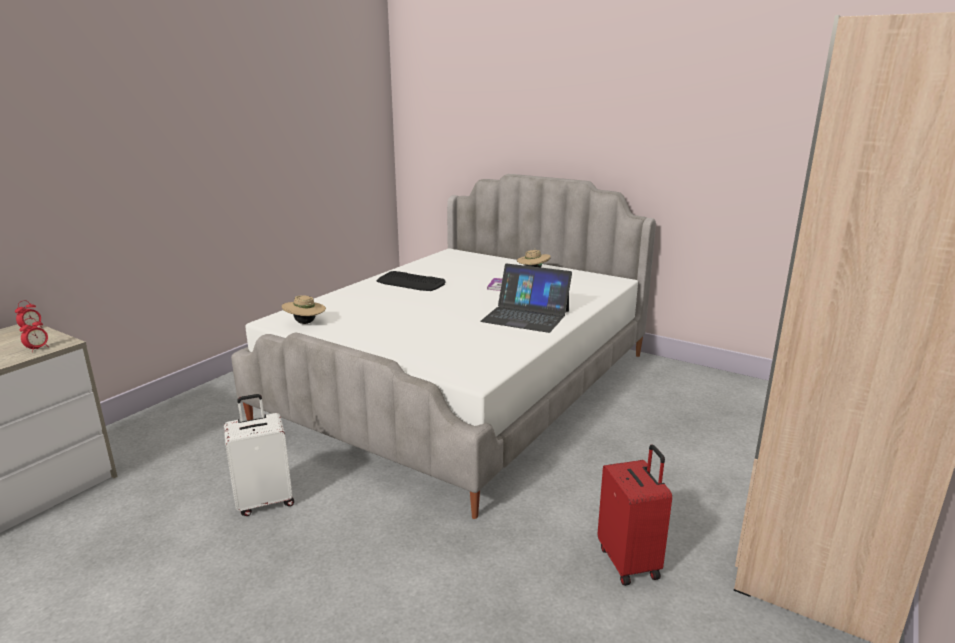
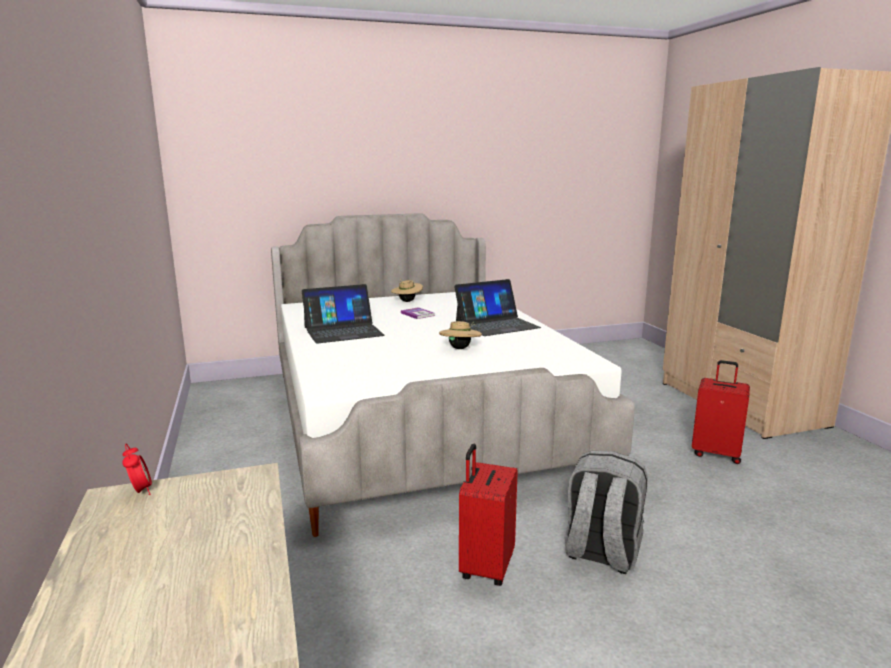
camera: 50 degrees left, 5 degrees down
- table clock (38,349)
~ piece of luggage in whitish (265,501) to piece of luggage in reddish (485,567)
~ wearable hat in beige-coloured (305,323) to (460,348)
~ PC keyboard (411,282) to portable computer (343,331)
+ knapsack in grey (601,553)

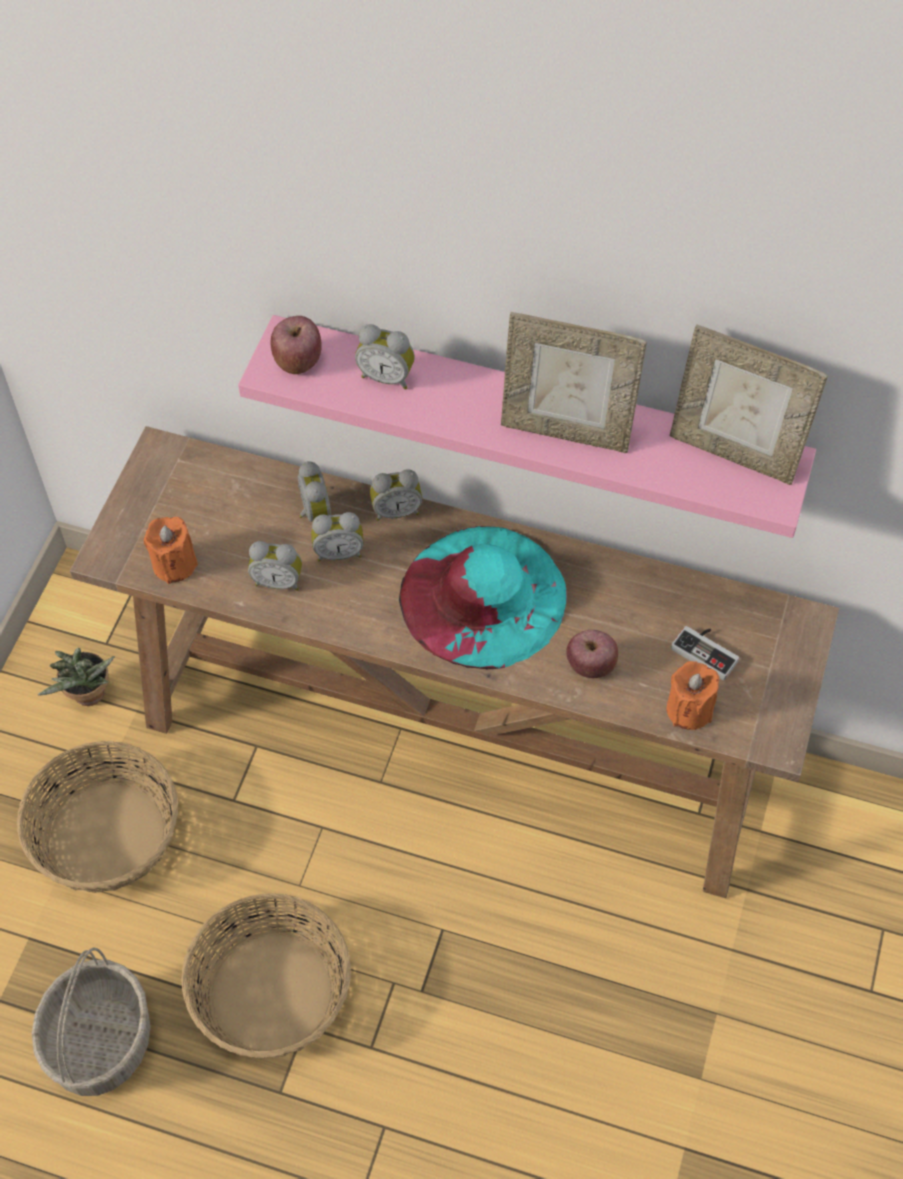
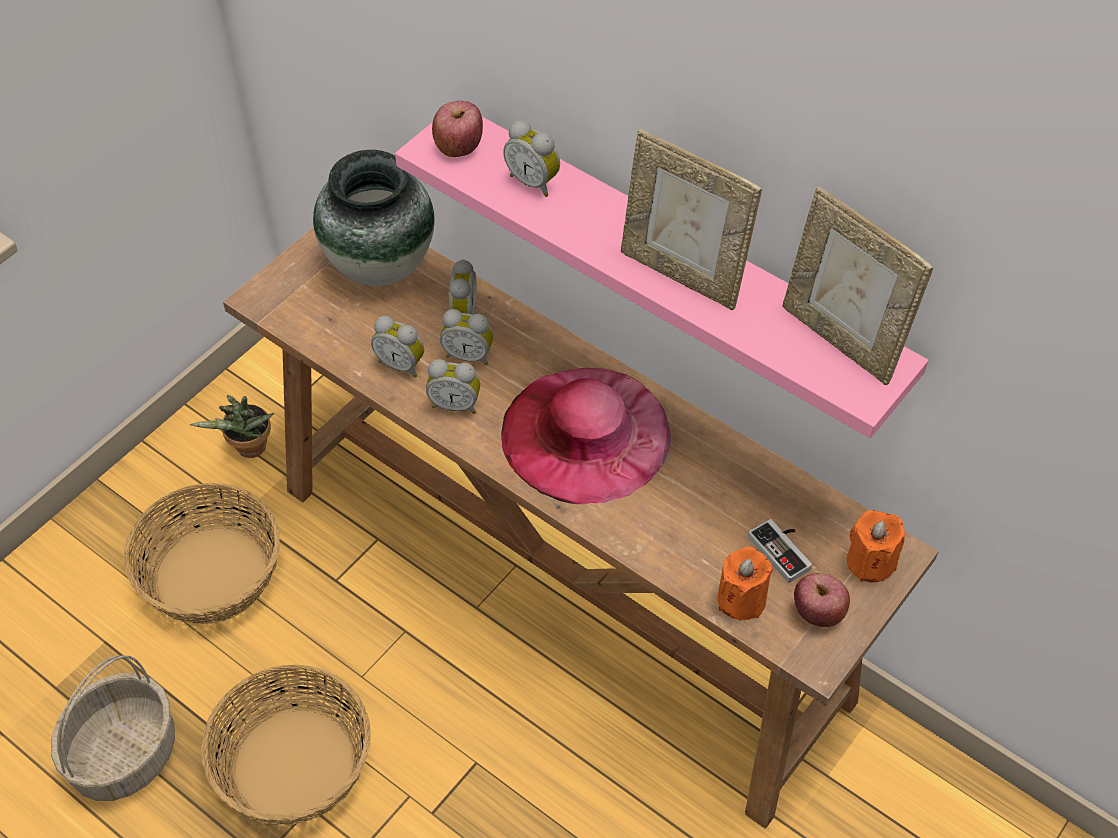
camera: 20 degrees right, 5 degrees down
~ wax light in orangey (174,564) to (870,562)
~ table clock (396,510) to (455,404)
~ wearable hat in turquoise (483,596) to wearable hat in pink-coloured (586,434)
~ whole apple (591,666) to (818,613)
+ decorative vase (380,265)

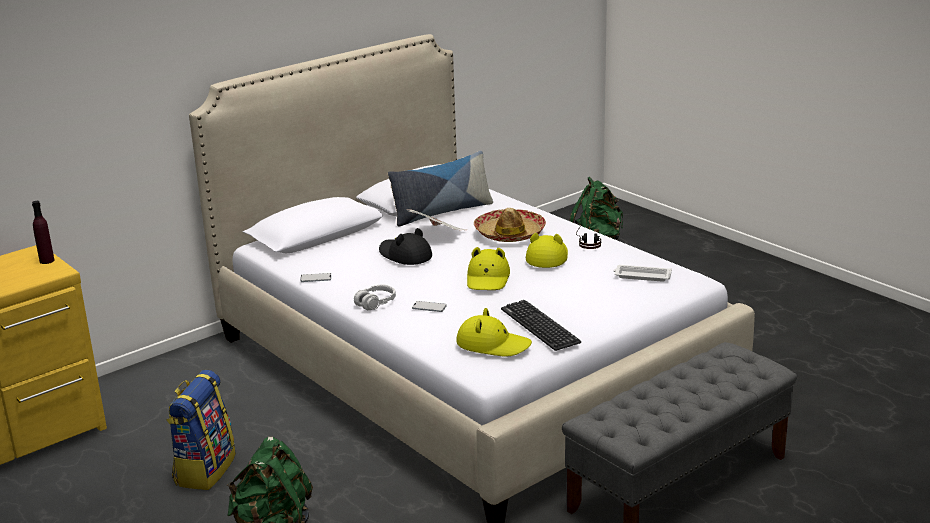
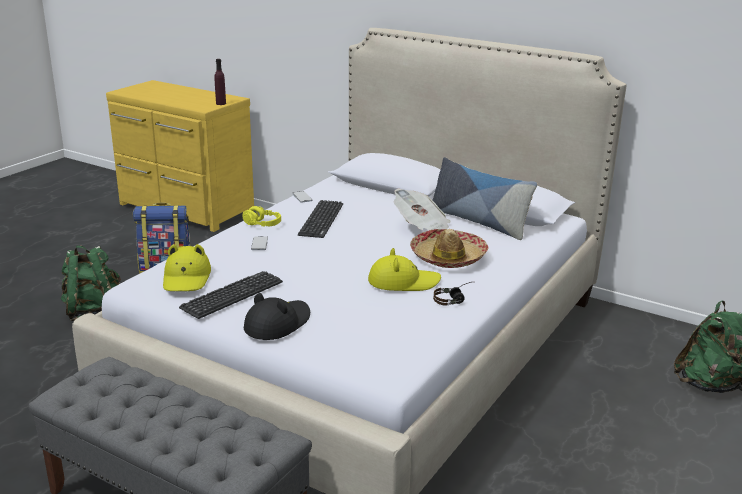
camera: 70 degrees right, 0 degrees up
~ headphones in grey (375,303) to headphones in yellow (262,224)
~ wearable hat in black-coloured (405,255) to (277,323)
- wearable hat in yellow (488,279)
- tray in whitish (641,276)
+ PC keyboard (321,219)

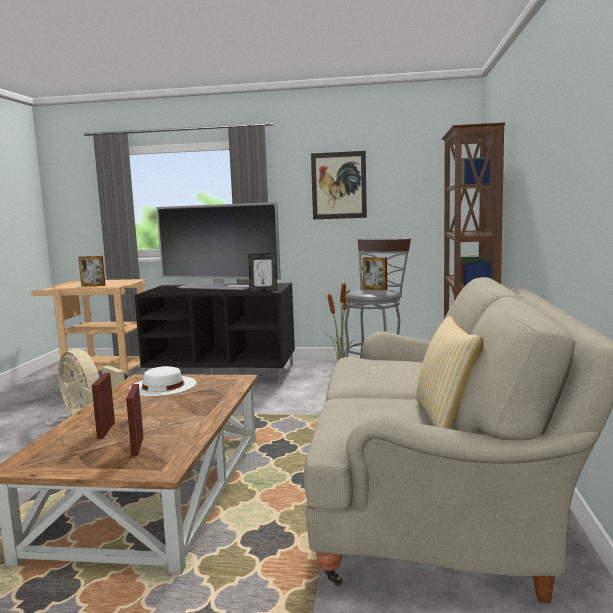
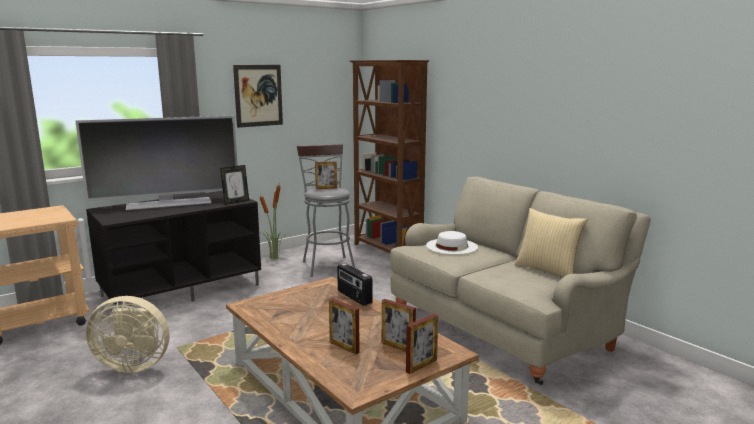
camera: 45 degrees left, 5 degrees up
~ photo frame (93,286) to (421,366)
~ wearable hat in whitish (163,385) to (451,246)
+ radio (354,297)

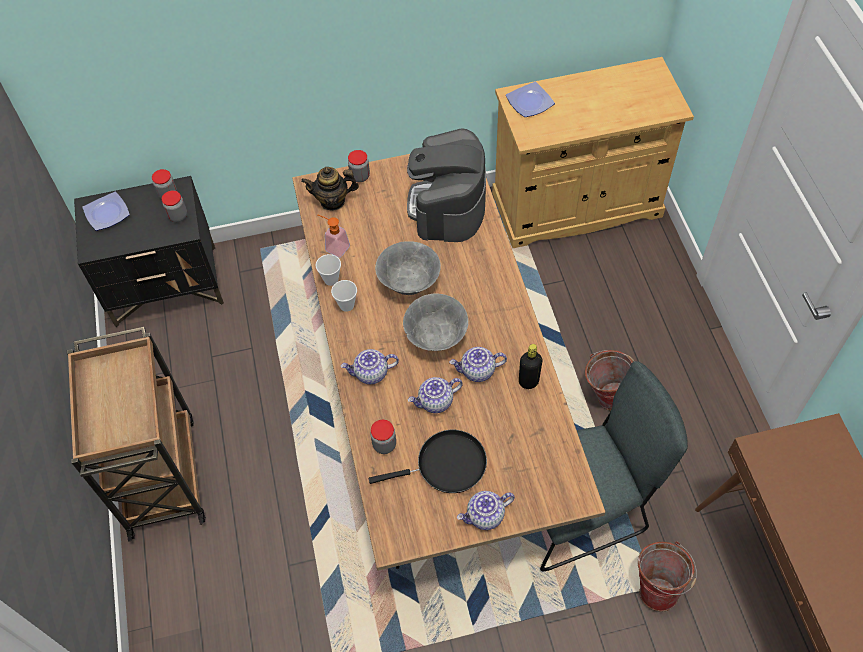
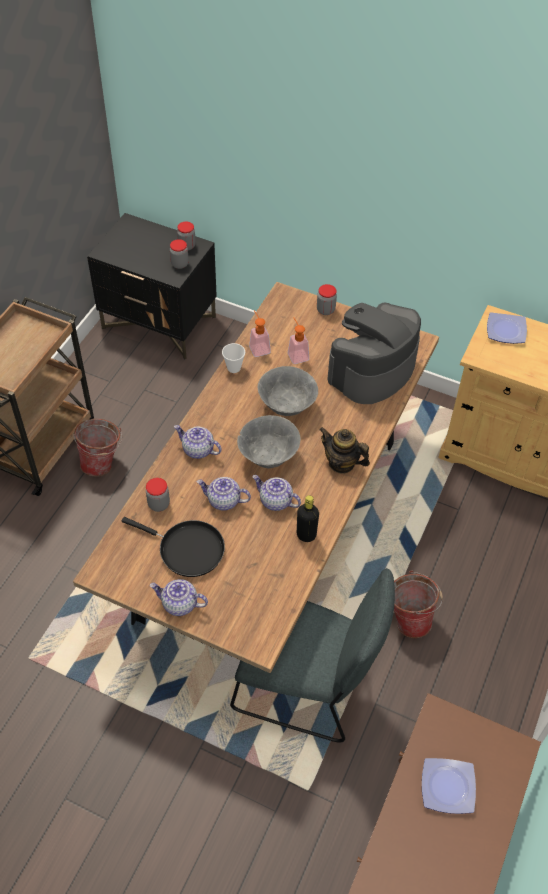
camera: 35 degrees right, 5 degrees down
~ dinner plate (107,214) to (446,788)
~ pot for tea (333,201) to (341,463)
- drinking cup (346,305)
~ pail (658,585) to (103,463)
+ liquid soap bottle (296,354)

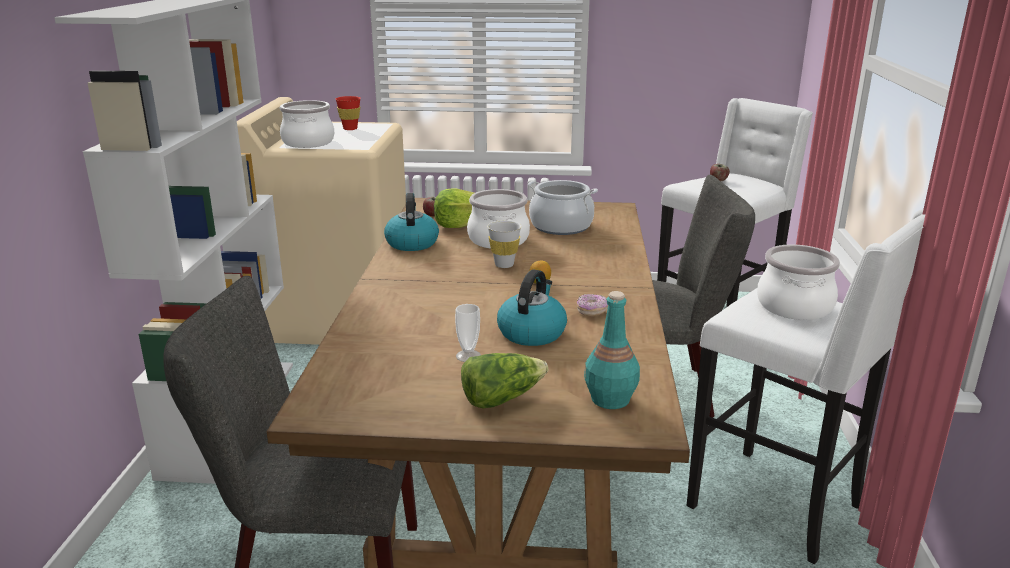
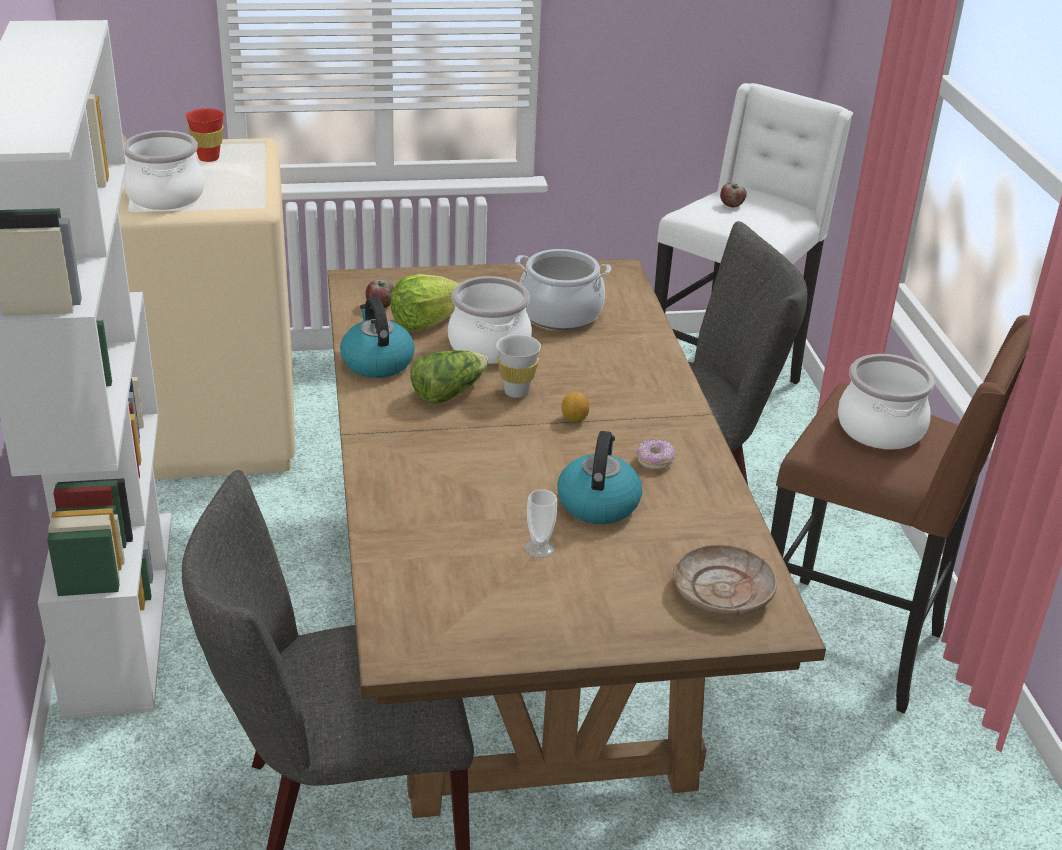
camera: 15 degrees left, 10 degrees up
~ lettuce head (501,398) to (448,392)
~ drink bottle in turquoise (610,399) to dinner plate in beige-coloured (723,592)
~ stool in whitish (779,507) to stool in brownish (853,646)

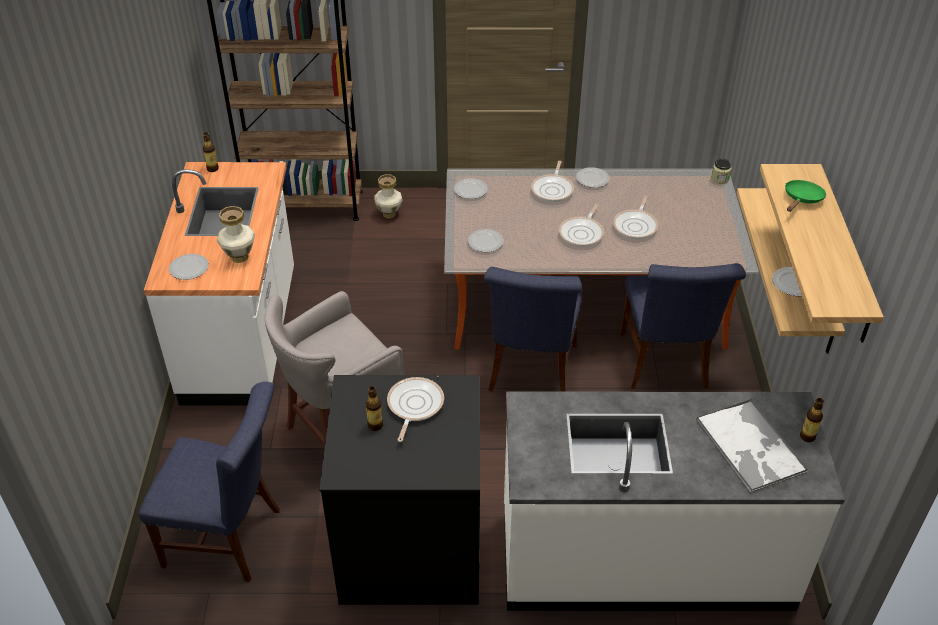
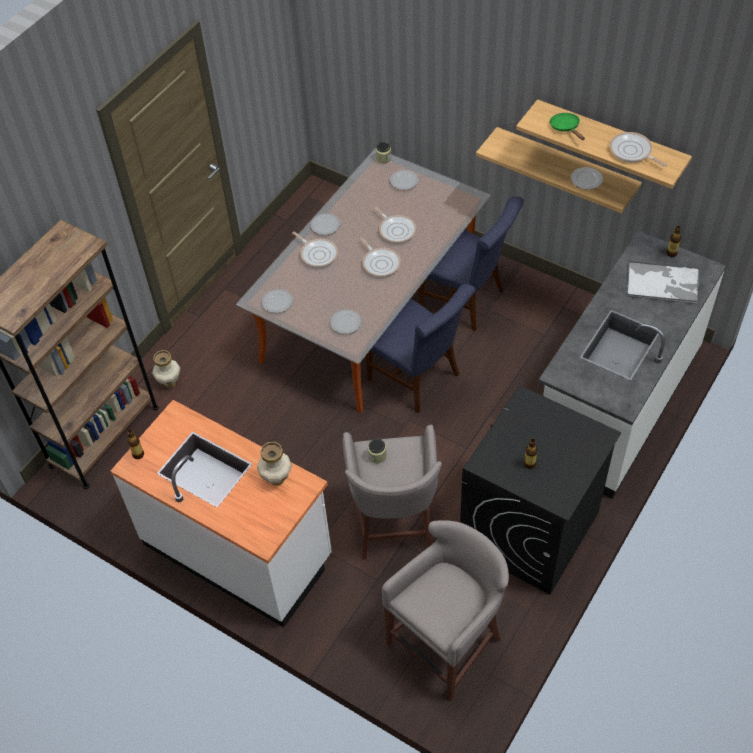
camera: 55 degrees left, 10 degrees up
~ chair in blue-coloured (230,537) to stool in grey (448,641)
~ dinner plate (188,268) to (404,181)
~ frying pan (414,406) to (632,152)
+ preserve jar (377,455)

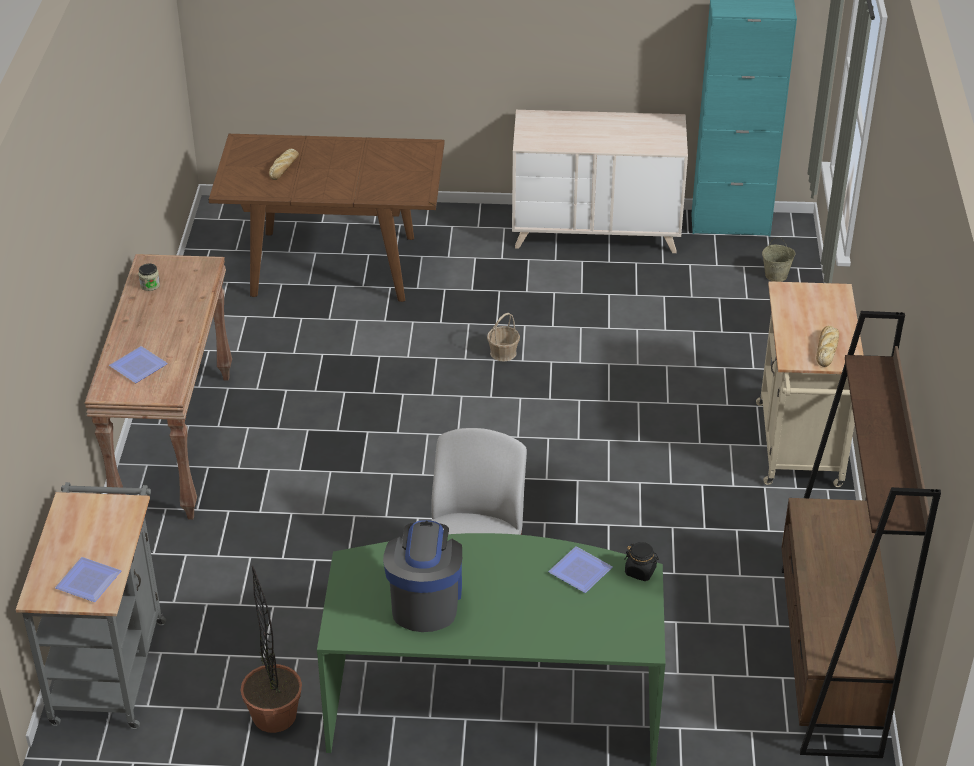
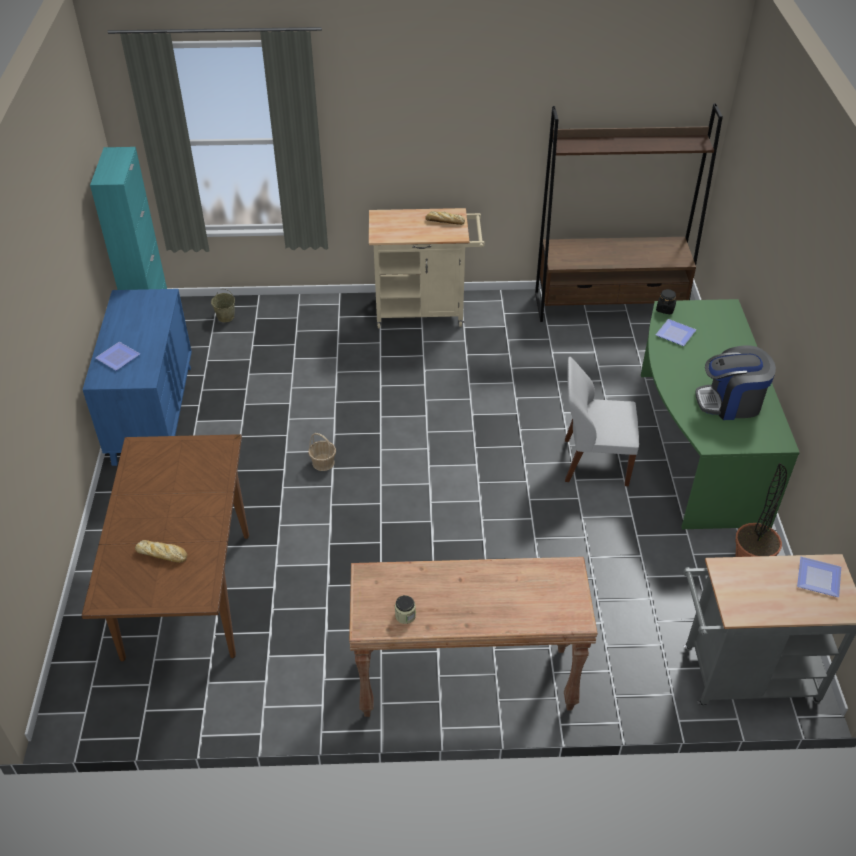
camera: 95 degrees left, 5 degrees up
~ dinner plate (140,366) to (118,356)
~ drawer chest in beige-coloured (596,231) to drawer chest in blue-coloured (153,413)

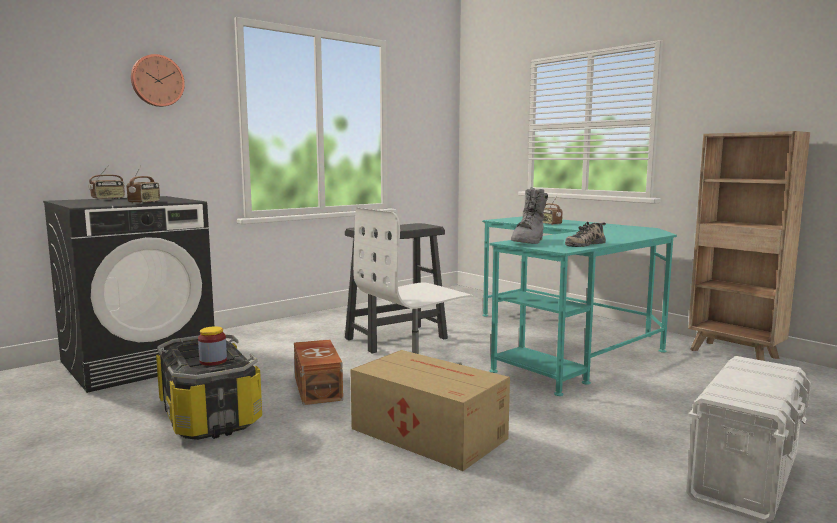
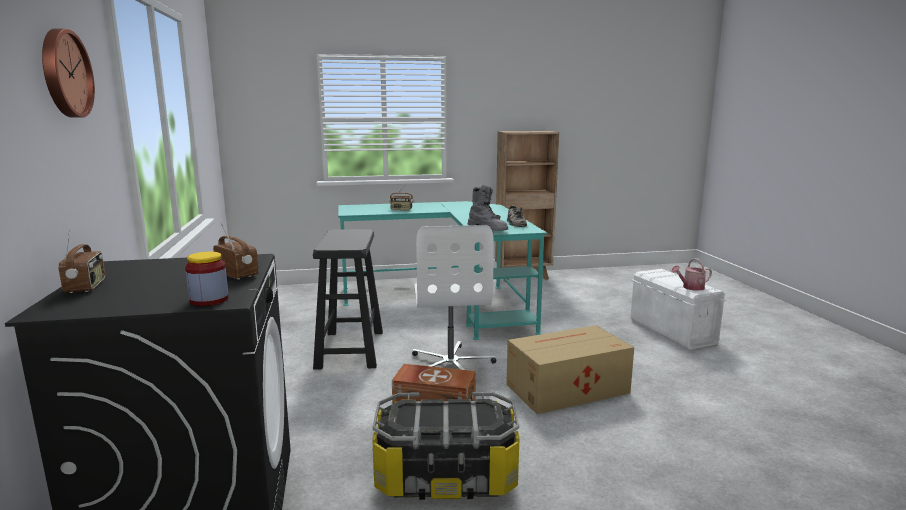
camera: 60 degrees left, 5 degrees up
~ preserve jar (213,361) to (209,300)
+ watering pot (690,287)

